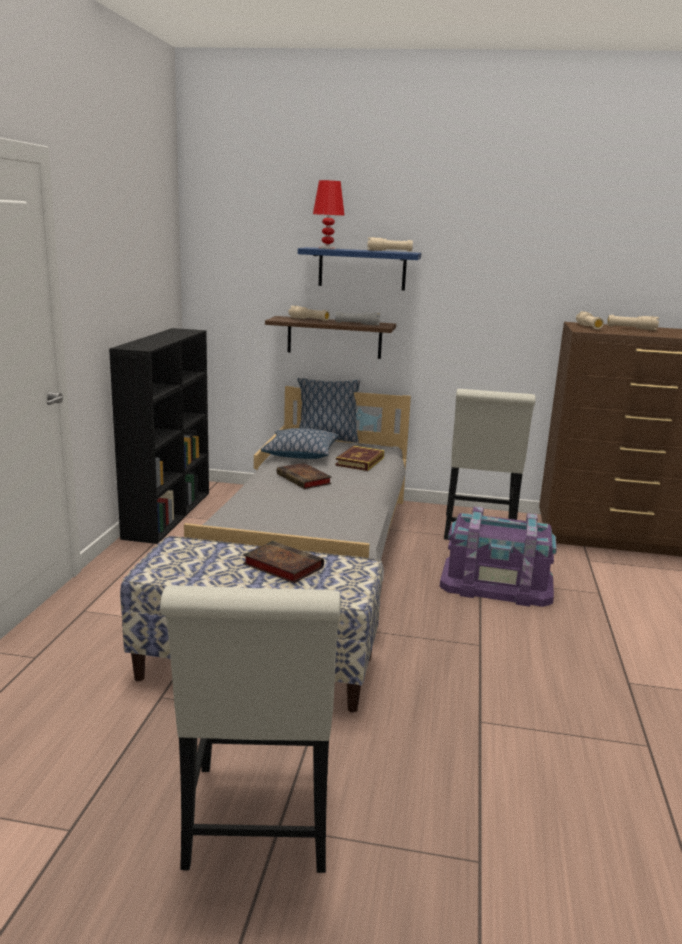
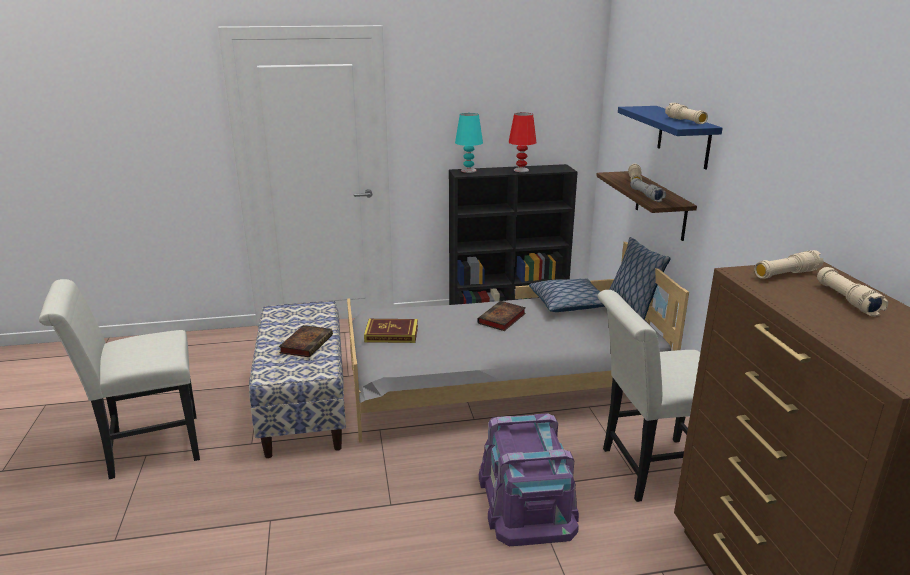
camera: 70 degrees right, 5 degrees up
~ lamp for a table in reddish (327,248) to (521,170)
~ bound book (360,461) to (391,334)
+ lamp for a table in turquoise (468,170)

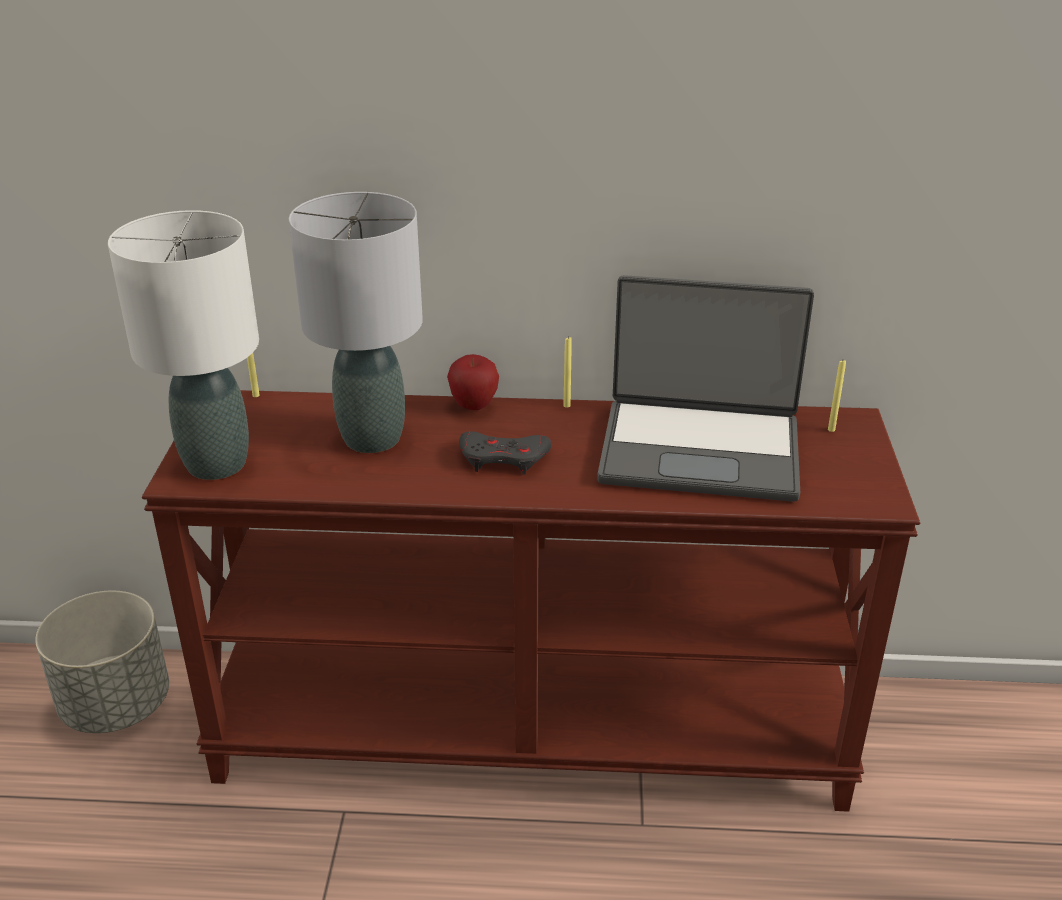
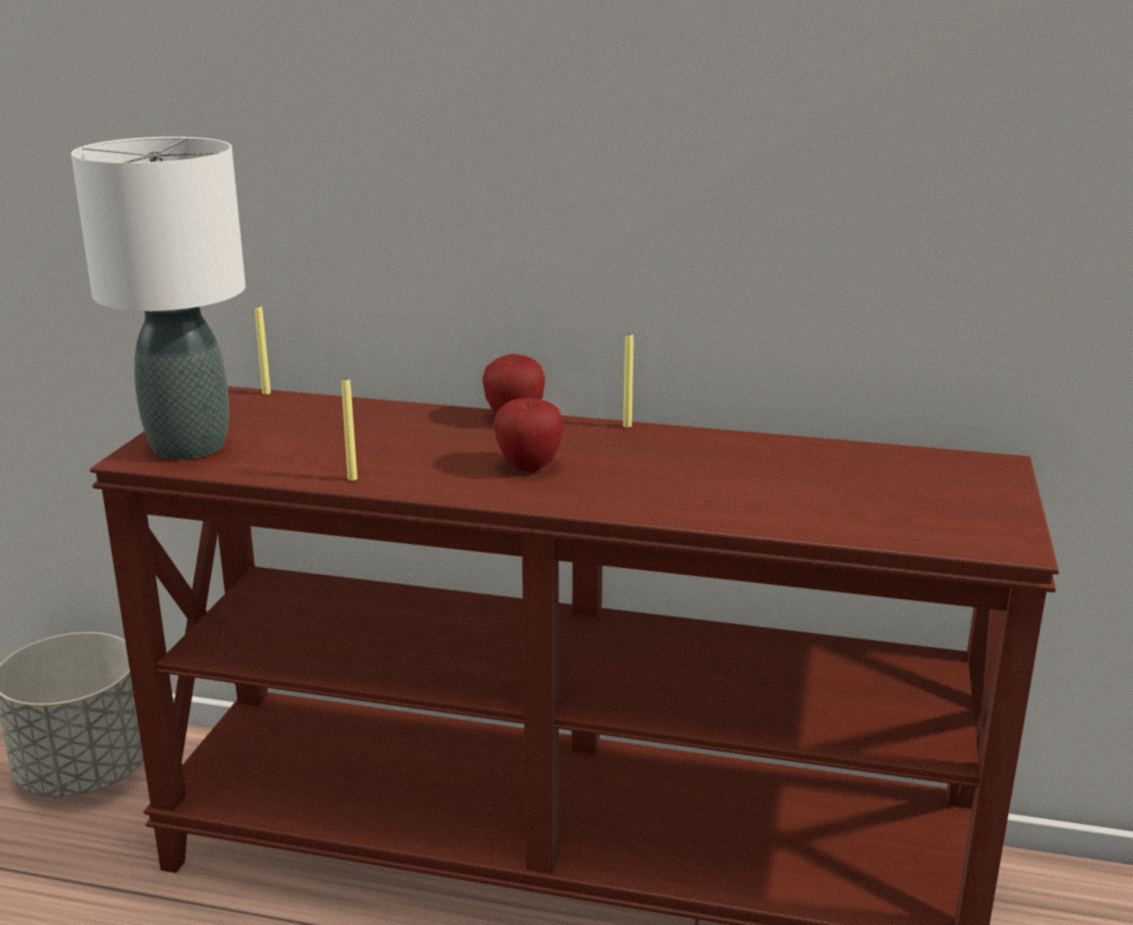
camera: 10 degrees right, 10 degrees down
- lamp for a table in grey (371,437)
~ game controller in grey (503,458) to whole apple (528,466)
- portable computer (700,450)
~ wax light in yellow (831,430) to (352,478)

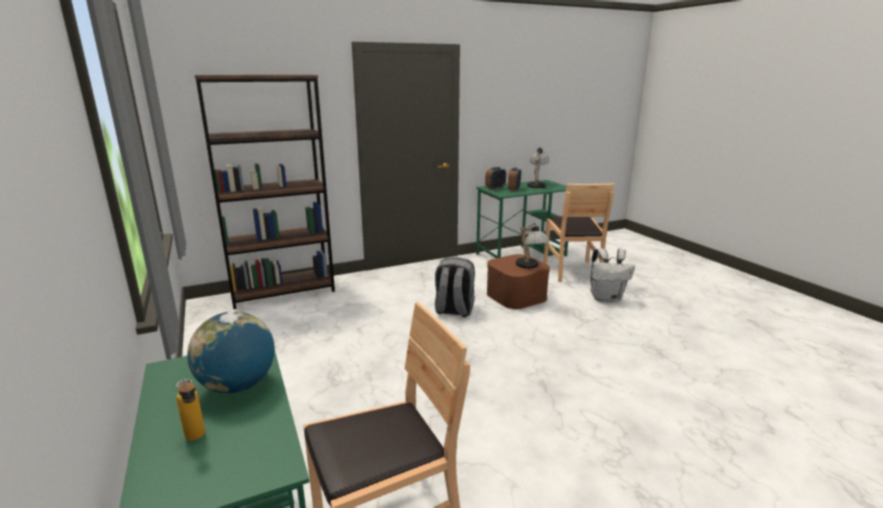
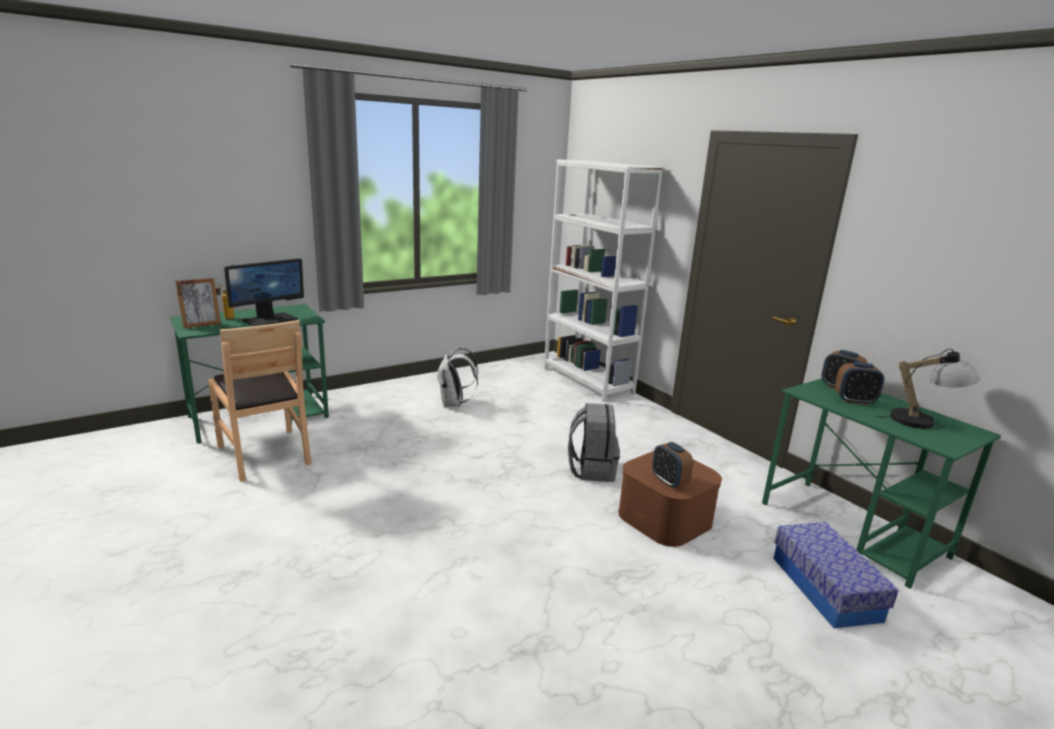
camera: 80 degrees right, 0 degrees up
~ desk globe (238,385) to computer screen (270,319)
~ shelving unit in brownish (283,292) to shelving unit in whitish (587,380)
~ lamp for a table (530,266) to table clock (669,481)
~ chair in brownish (572,271) to storage bin (825,588)
~ knapsack in whitish (606,298) to (454,404)
+ photo frame (201,325)

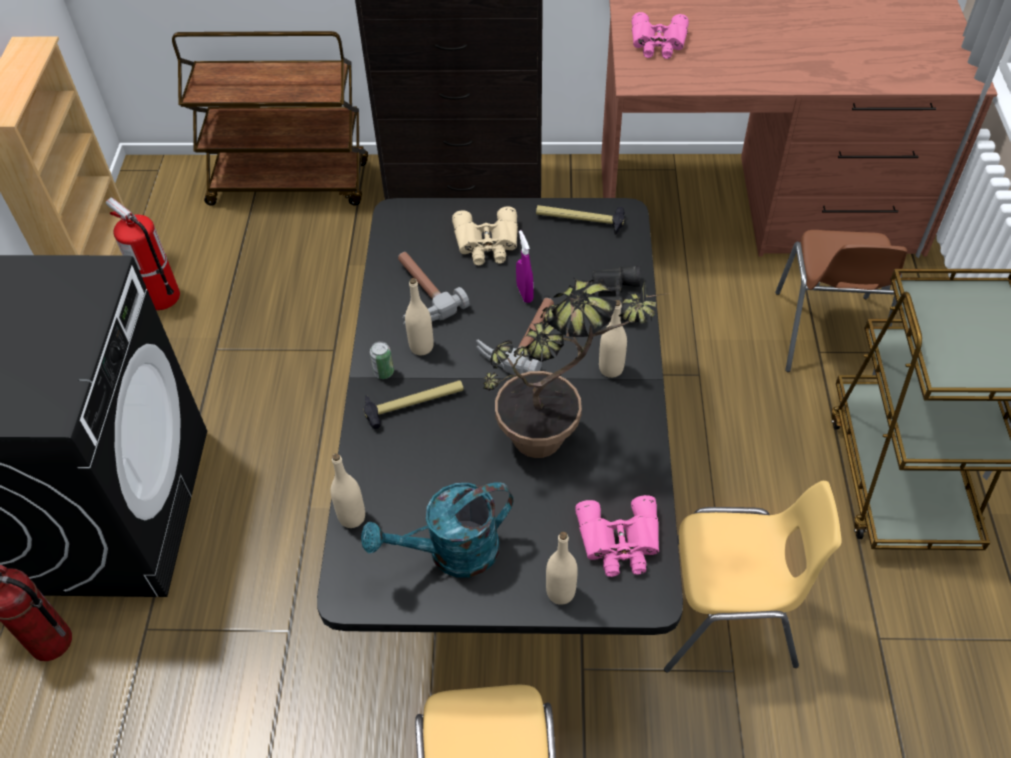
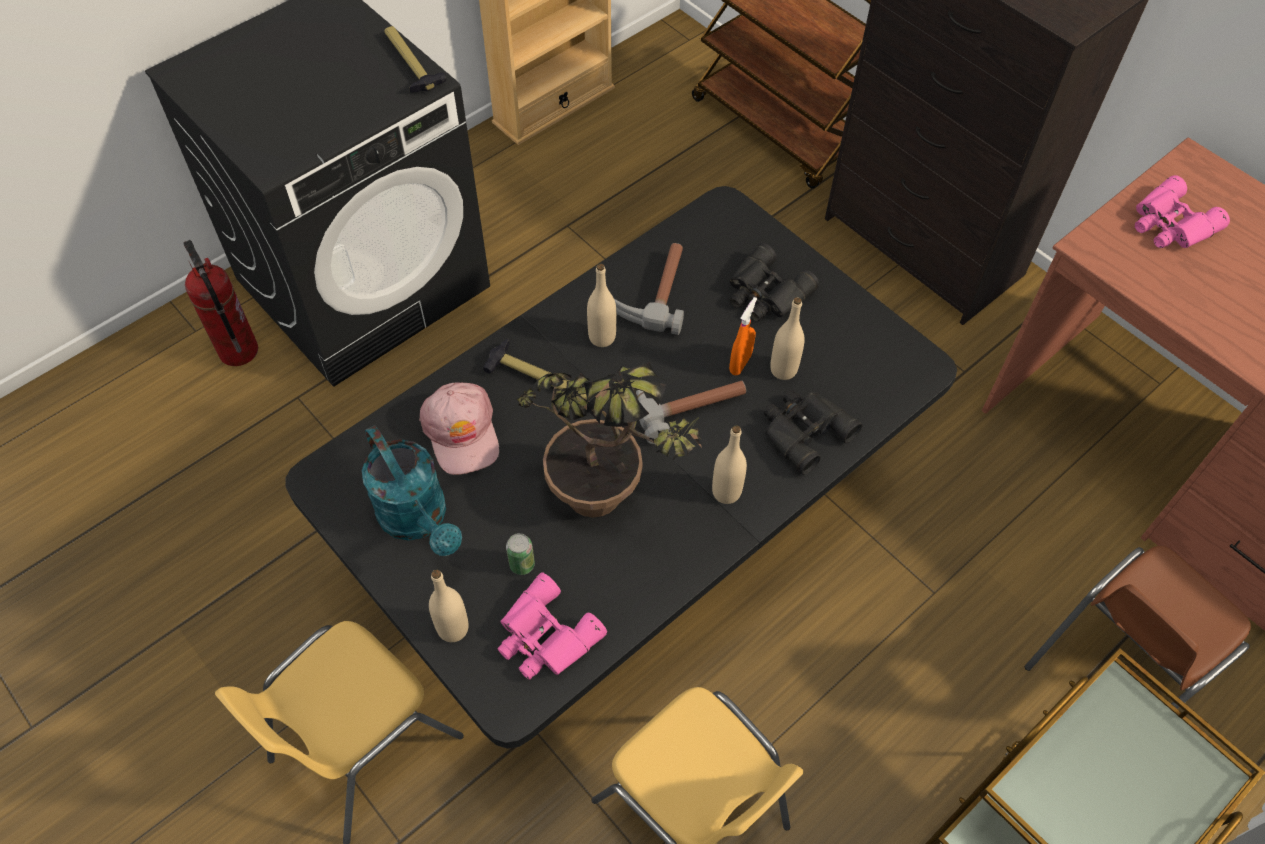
camera: 45 degrees right, 5 degrees up
- fire extinguisher (161,296)
~ drink bottle in beige-coloured (352,517) to (783,370)
~ watering pot in turquoise (451,553) = (419,519) 150 degrees counterclockwise
~ sealed can (383,372) to (522,564)
~ binoculars in beige-coloured (487,243) to binoculars in black-coloured (765,294)
~ spray bottle in purplish (524,293) to spray bottle in orangey (740,363)
~ hand hammer (579,220) to (410,63)
+ baseball cap in pink-coloured (462,432)

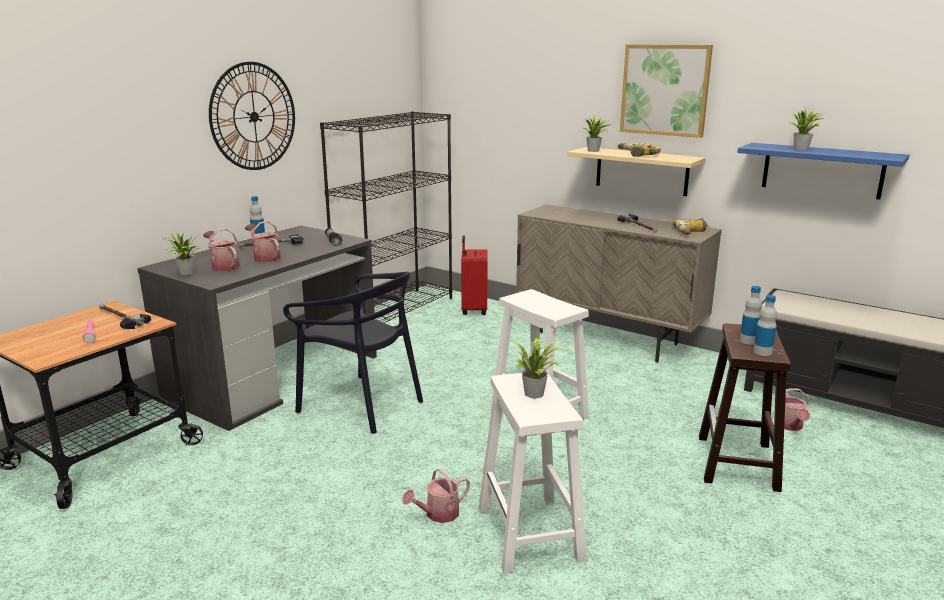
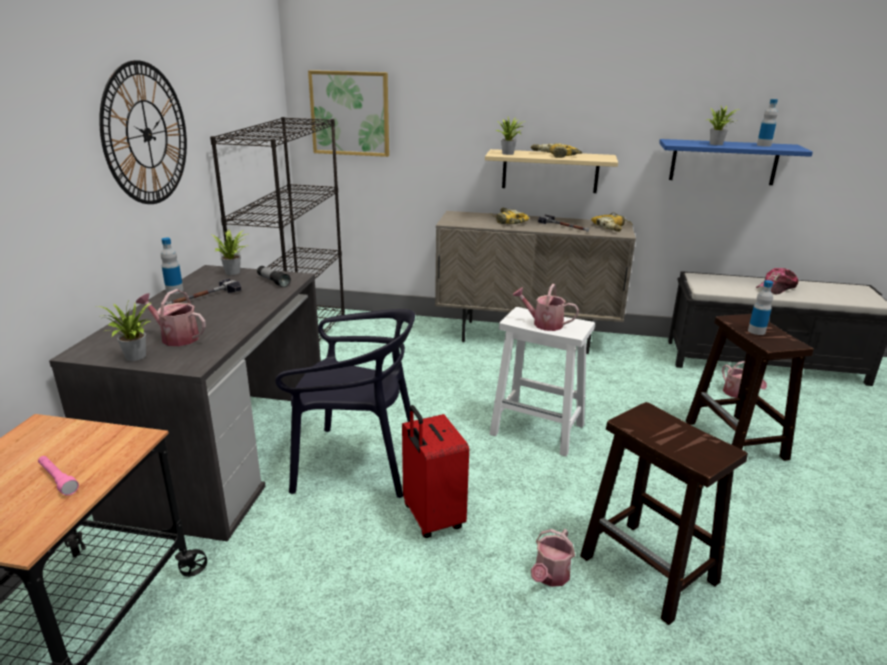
camera: 25 degrees left, 5 degrees up
- hand hammer (120,319)
~ watering pot (265,257) to (543,324)
~ piece of luggage in reddish (473,310) to (431,518)
~ stool in whitish (530,534) to stool in brownish (650,570)
~ plant in a pot (536,393) to (234,272)
~ wall picture (665,90) to (350,113)
~ drink bottle (762,352) to (763,145)
+ drill (506,221)
+ baseball cap (776,288)

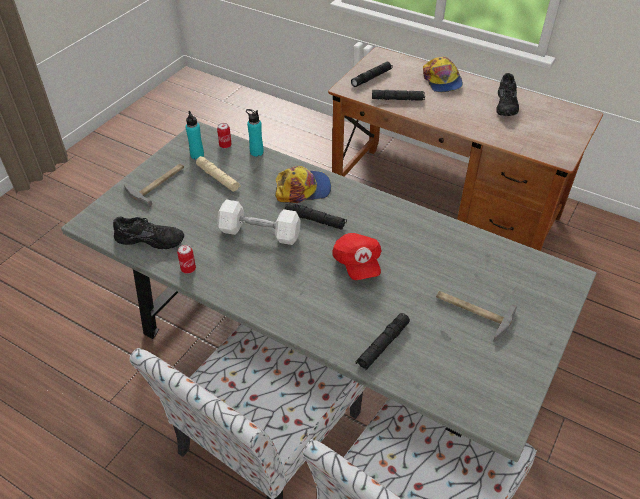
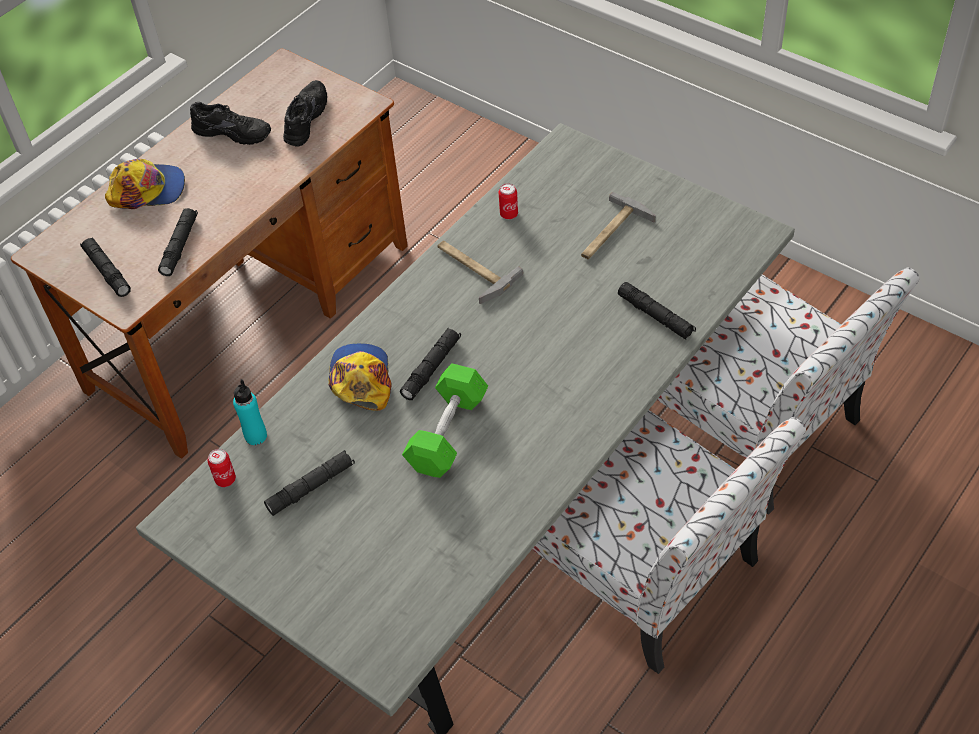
camera: 80 degrees left, 5 degrees up
~ shoe in black-coloured (151,238) to (303,119)
~ hand hammer (158,183) to (471,269)
~ sealed can (188,269) to (509,214)
- drink bottle in turquoise (197,155)
~ hand torch in beige-coloured (218,178) to hand torch in black-coloured (311,487)
~ free weight in whitish (260,233) to free weight in green-coloured (447,432)
- baseball cap in reddish (357,264)

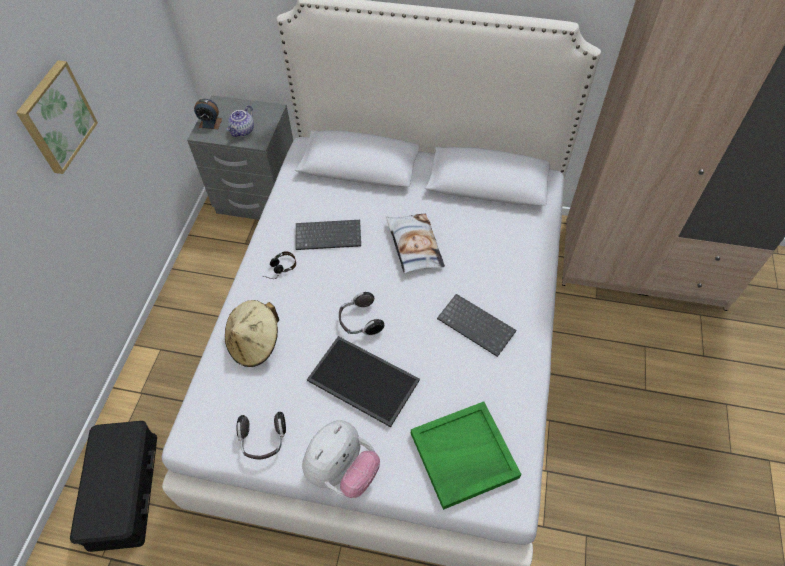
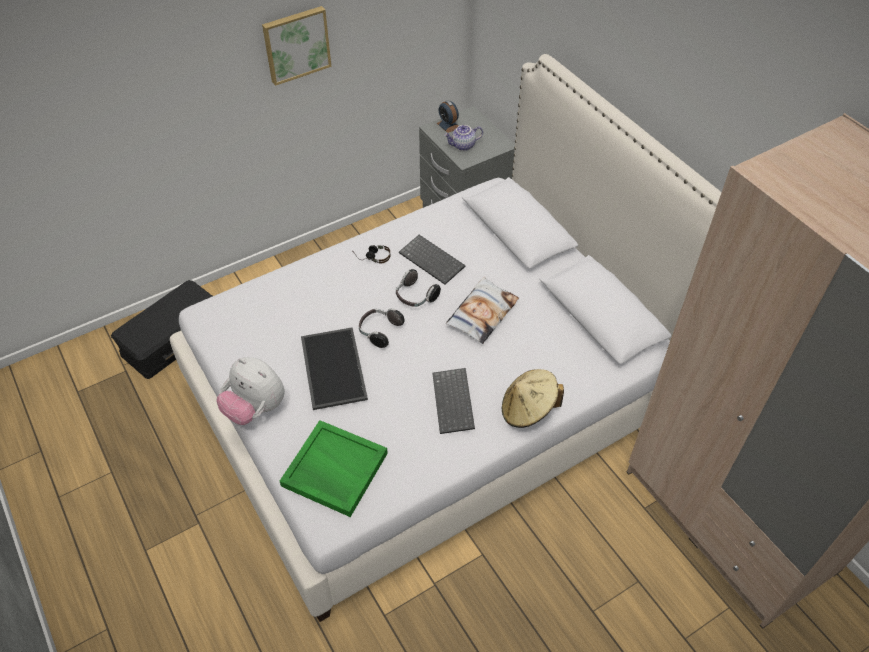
camera: 45 degrees right, 5 degrees down
~ wearable hat in beige-coloured (255,343) to (528,410)
~ headphones (263,440) to (415,297)
~ plush toy (342,471) = (255,408) 45 degrees clockwise

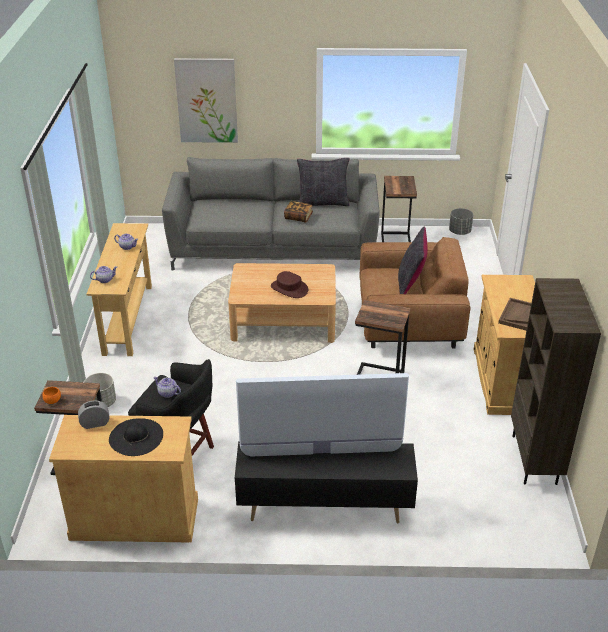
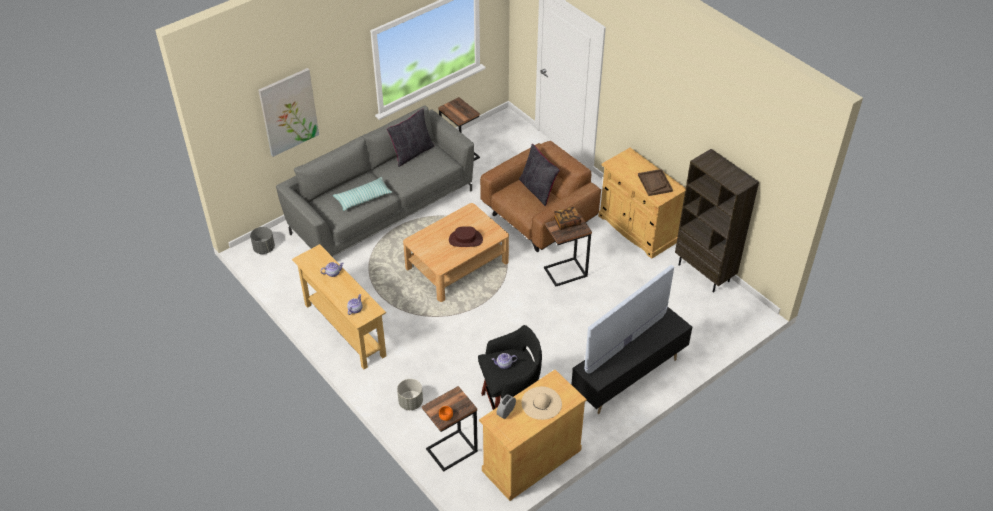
camera: 40 degrees left, 10 degrees up
~ wearable hat in black-coloured (136,437) to wearable hat in beige-coloured (541,403)
~ bound book (298,217) to (566,222)
~ flower pot in grey (460,232) to (264,248)
+ cushion (363,198)

